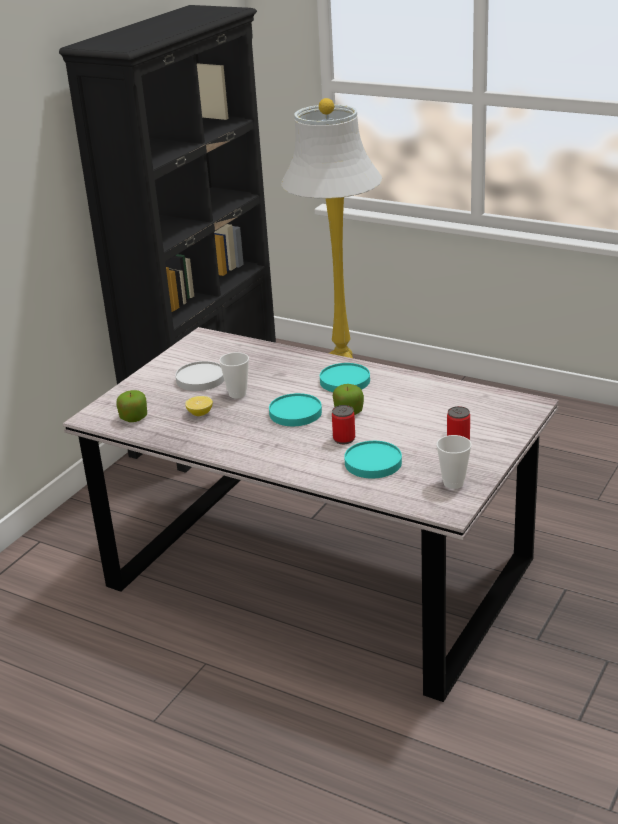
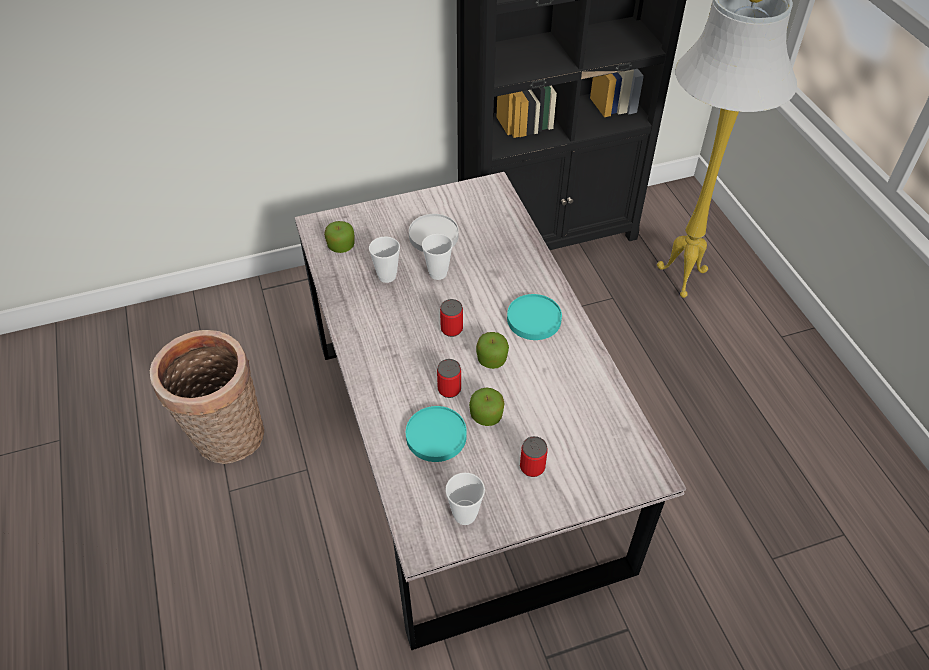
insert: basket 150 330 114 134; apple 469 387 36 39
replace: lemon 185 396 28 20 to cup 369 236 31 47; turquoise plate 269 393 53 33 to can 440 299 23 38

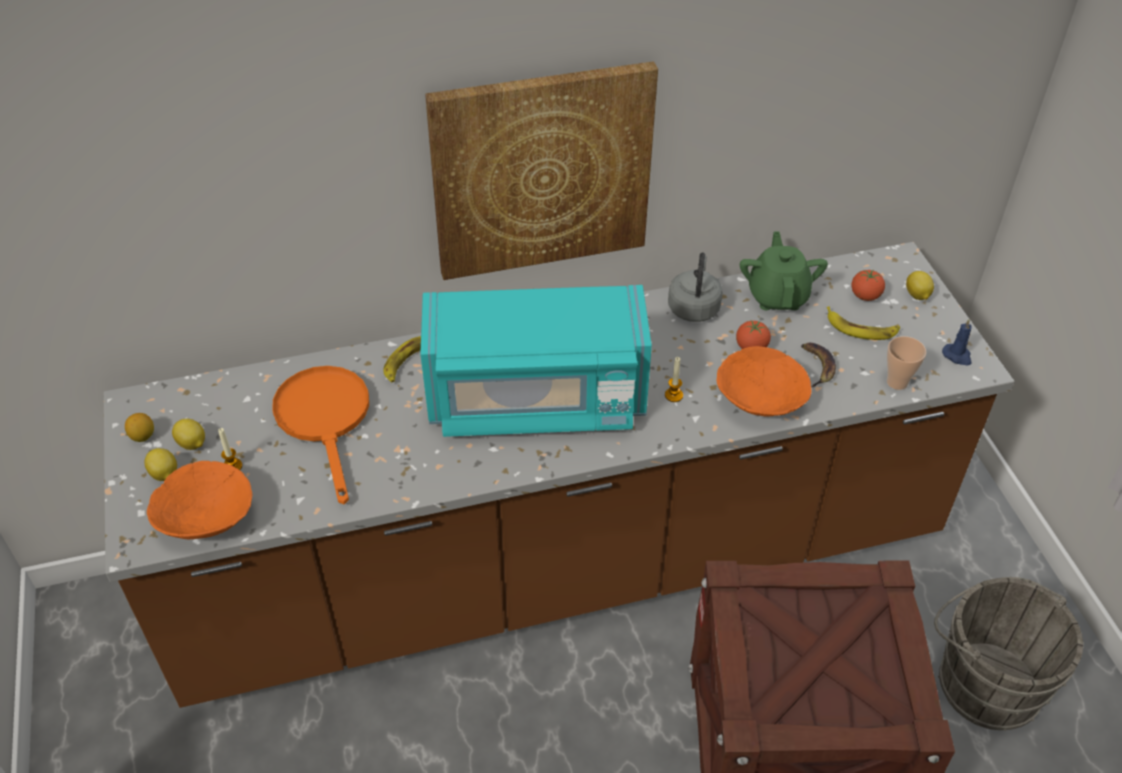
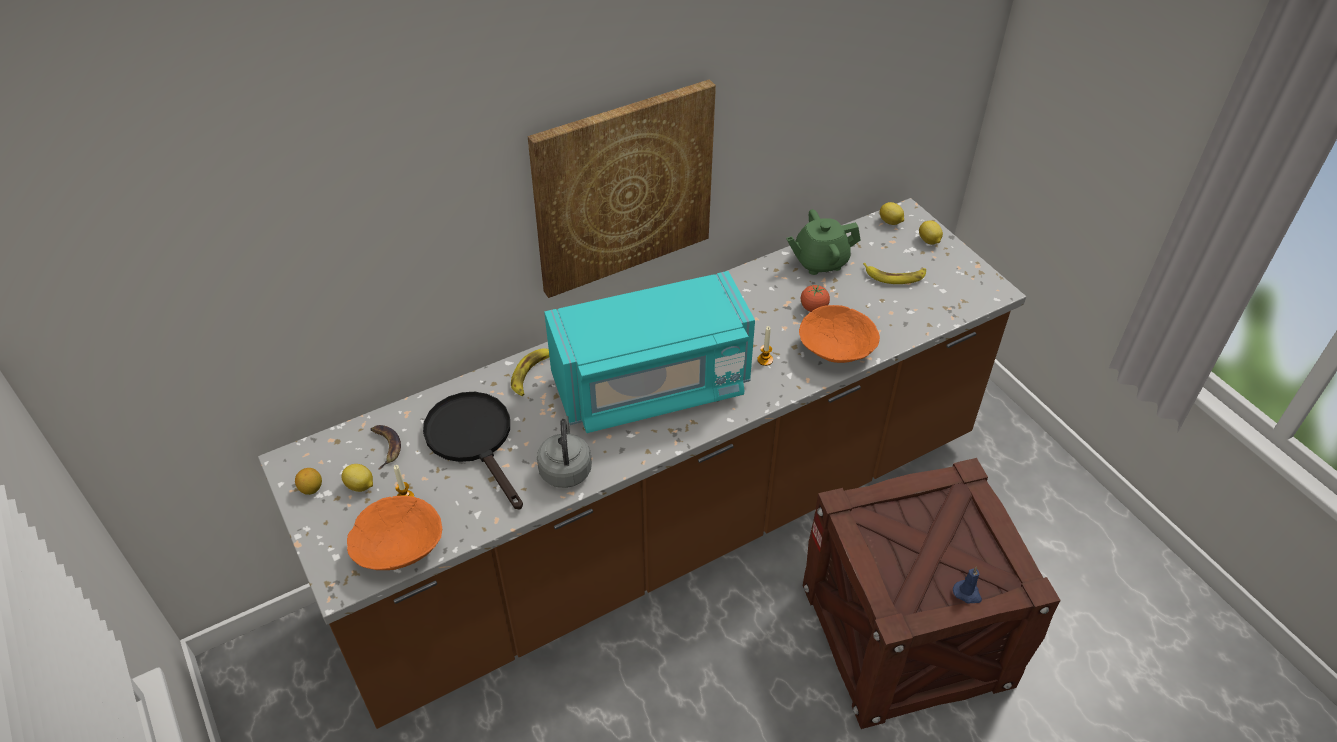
delete: tomato 851 270 34 31; cup 887 336 39 54; grey bucket 934 577 149 154
move: banana 801 343 35 44 to 370 425 31 44; grey kettle 668 252 55 70 to 537 416 55 72; lemon 144 448 33 33 to 880 202 24 23; blue candle 942 319 30 46 to 953 567 29 37
recolor: orange frying pan 272 366 97 139 to black frying pan 423 392 100 118
rotate: green teapot 740 231 88 79 = 786 209 75 66 90 degrees counterclockwise

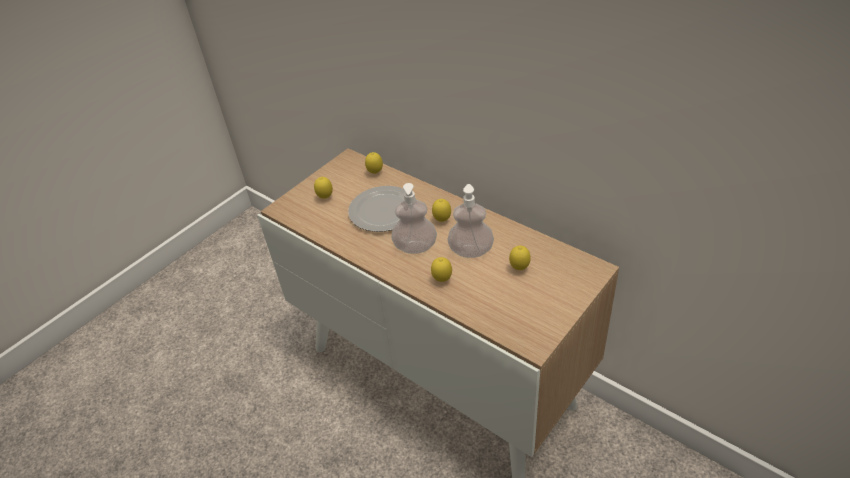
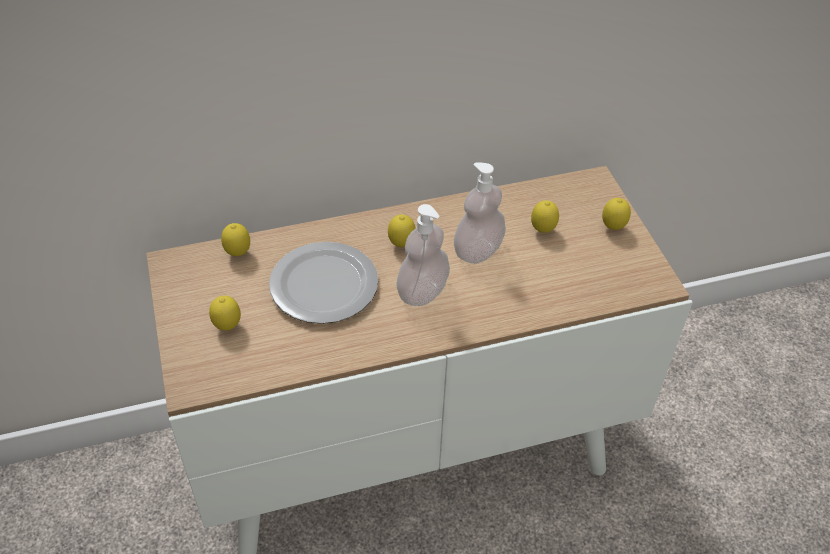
move: lemon 431 257 21 25 to 602 198 29 32

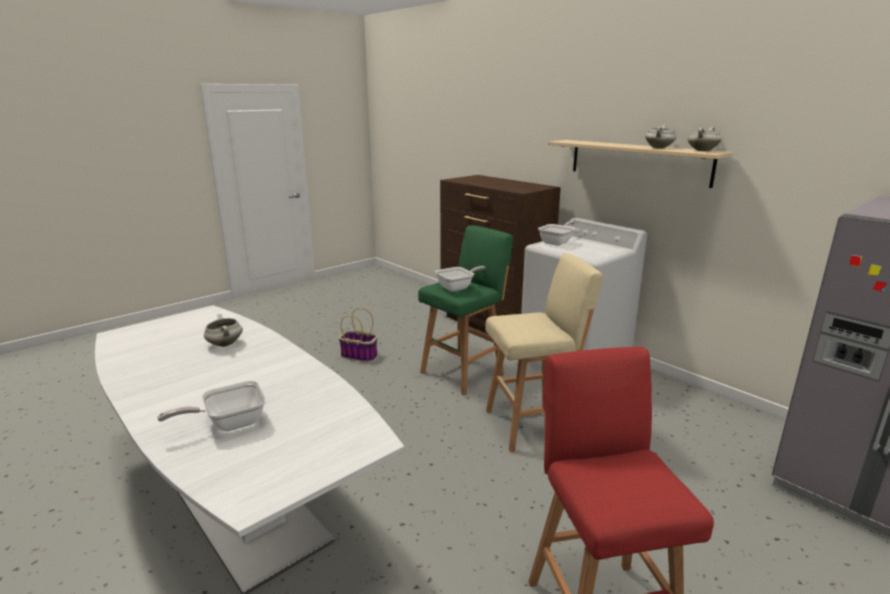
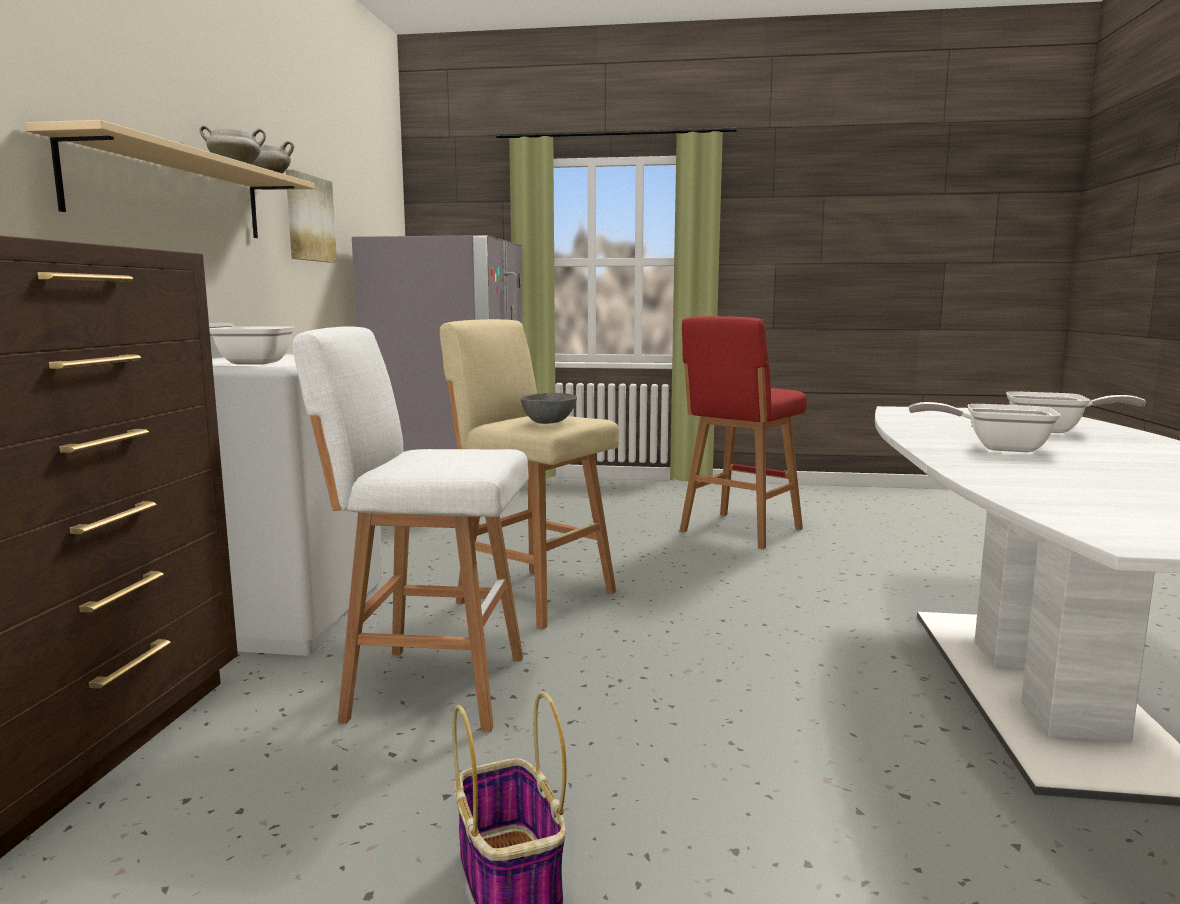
delete: white cooking pot 204 313 39 34
insert: picture 286 170 51 93; grey bowl 521 393 56 31
move: frying pan 435 266 51 25 to 909 402 152 50
recolor: green stool 418 225 95 171 to white stool 292 326 237 406

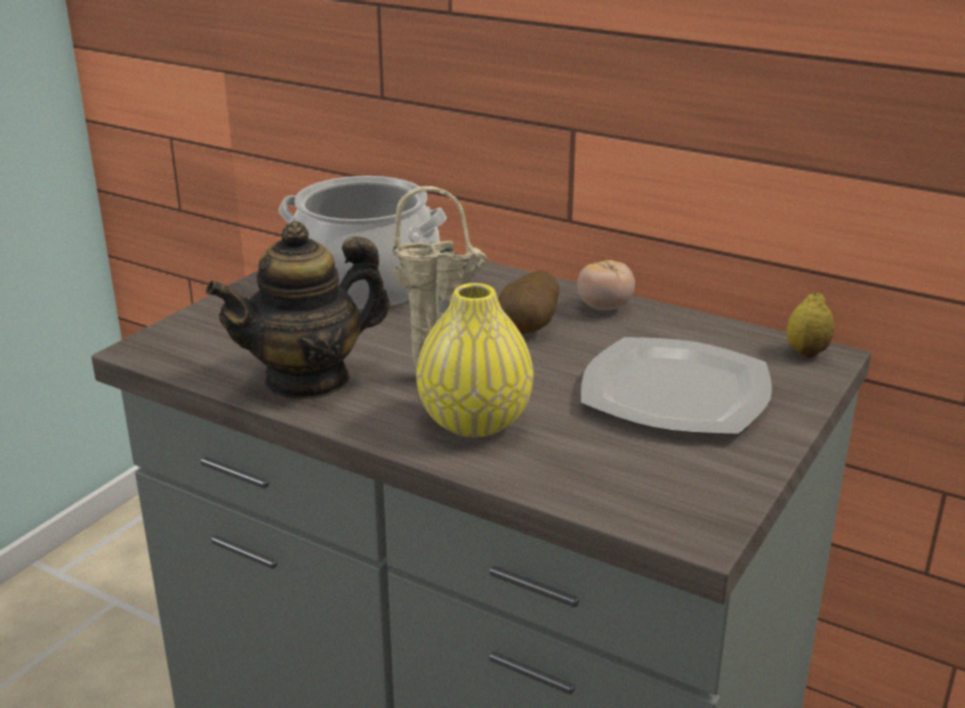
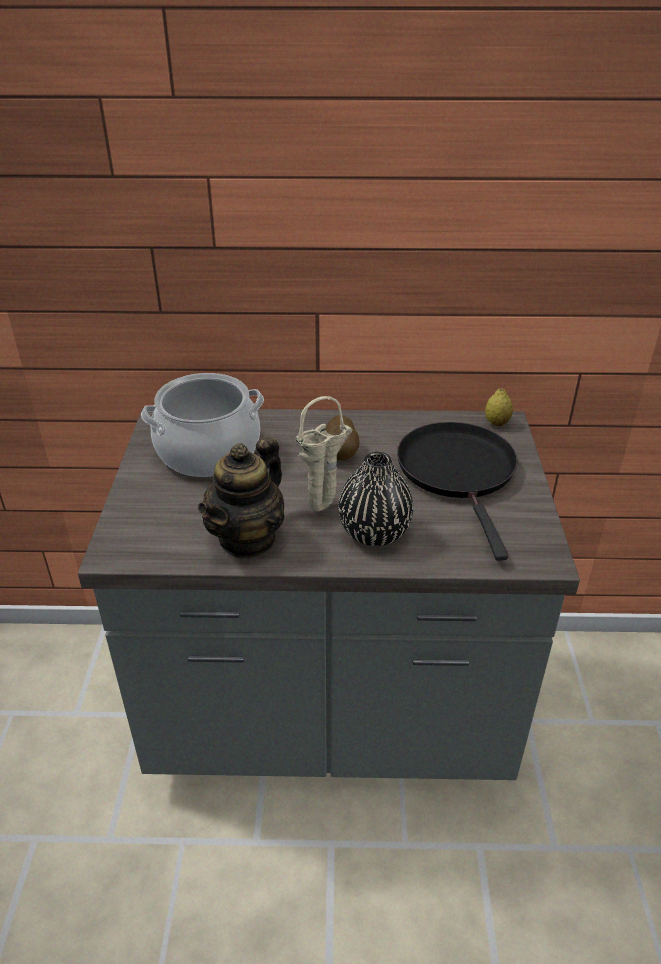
delete: tomato 577 260 58 51
replace: plate 581 337 191 98 to black frying pan 397 422 121 139
recolor: yellow vase 416 283 118 154 to black vase 338 452 75 94

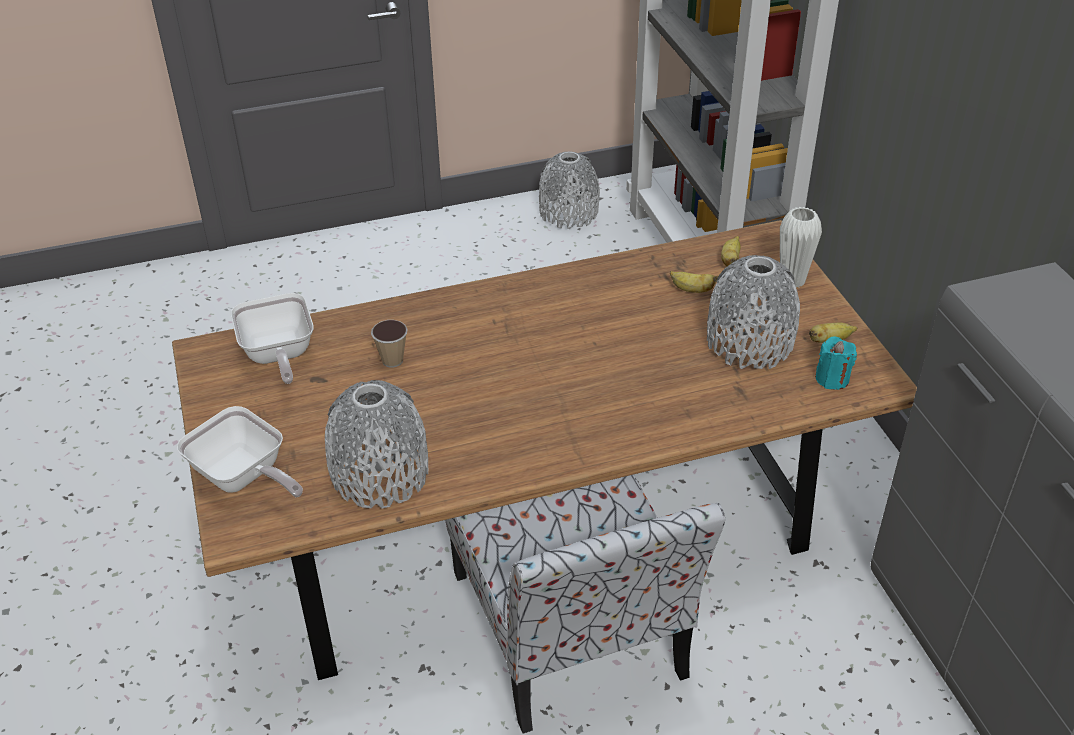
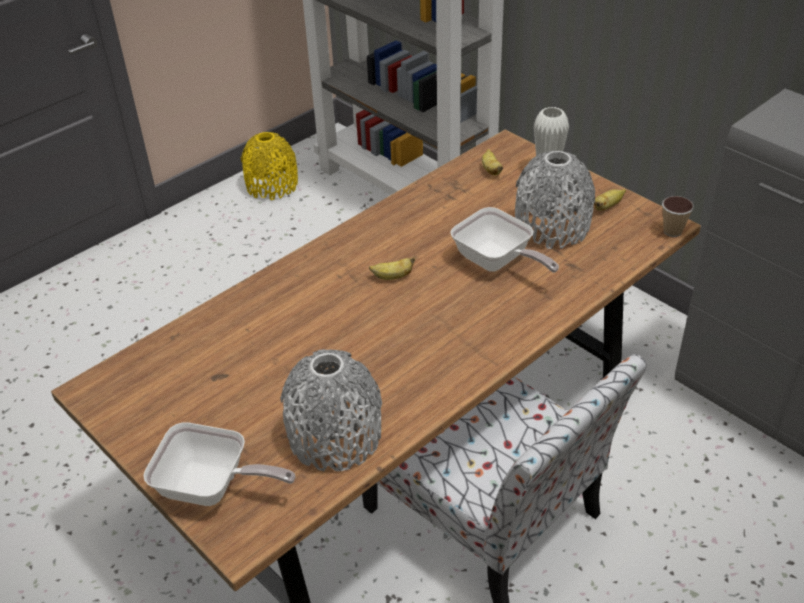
delete: turquoise candle 815 336 42 54
move: banana 670 271 48 22 to 369 257 46 23; frying pan 231 293 83 91 to 450 207 109 66; cup 371 320 36 48 to 662 196 32 41
recolor: grey vase 539 152 61 77 to yellow vase 241 132 57 68

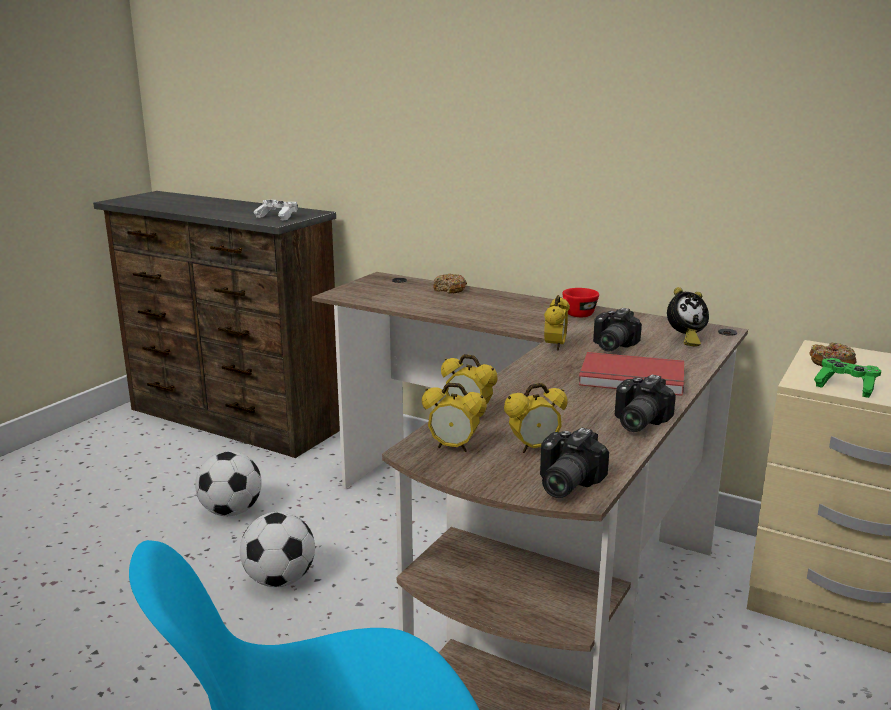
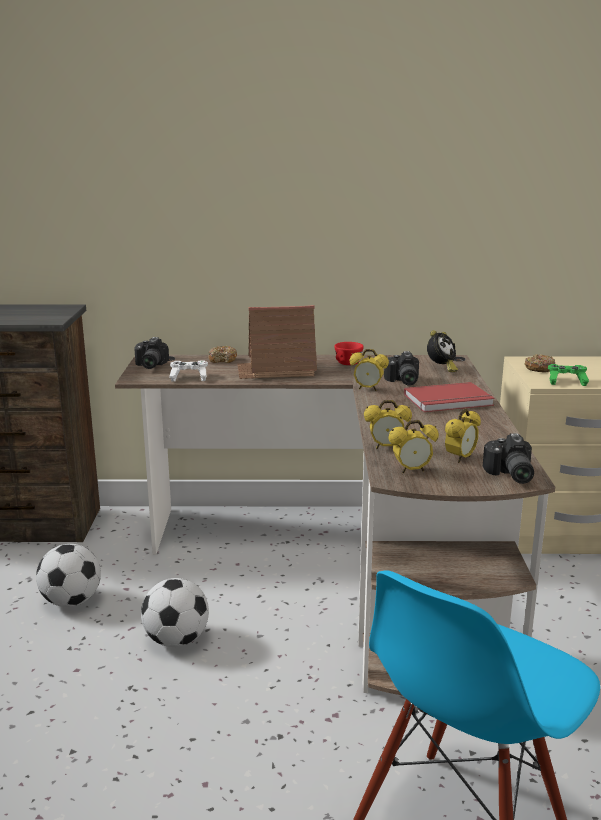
insert: toy house 237 305 80 74
move: photo camera 615 375 61 57 to 134 337 35 32; white game controller 254 200 44 21 to 169 360 39 22
rotate: alarm clock 544 295 26 56 = 350 349 39 42 120 degrees clockwise

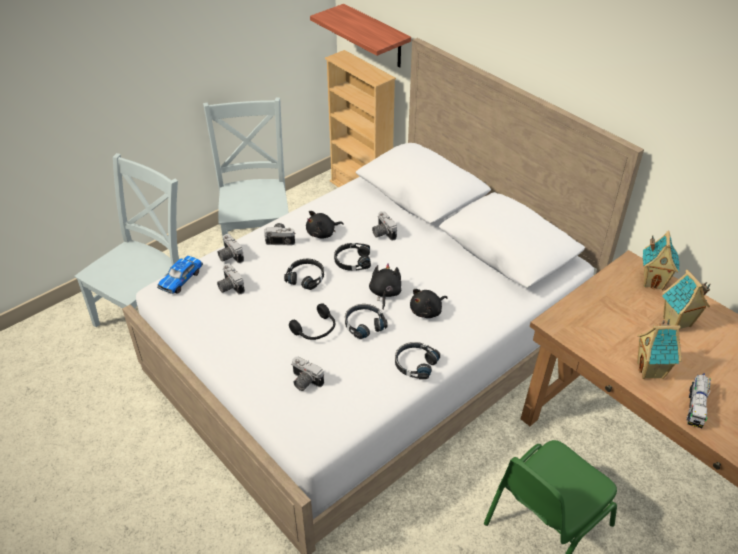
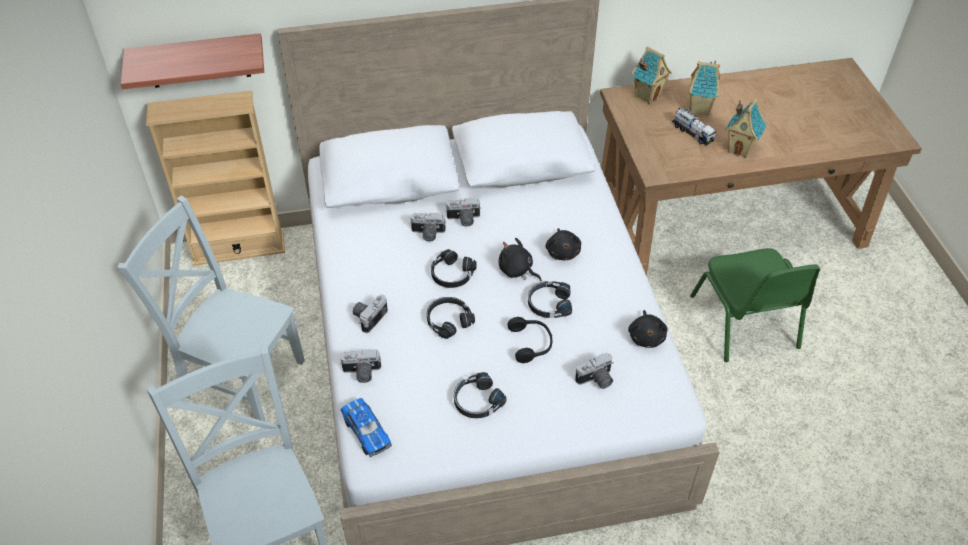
move: photo camera 217 263 28 31 to 446 198 35 29; black headphones 395 342 45 38 to 454 372 53 47; black plush toy 306 211 38 27 to 628 310 39 38; toy truck 687 373 24 55 to 672 107 44 38

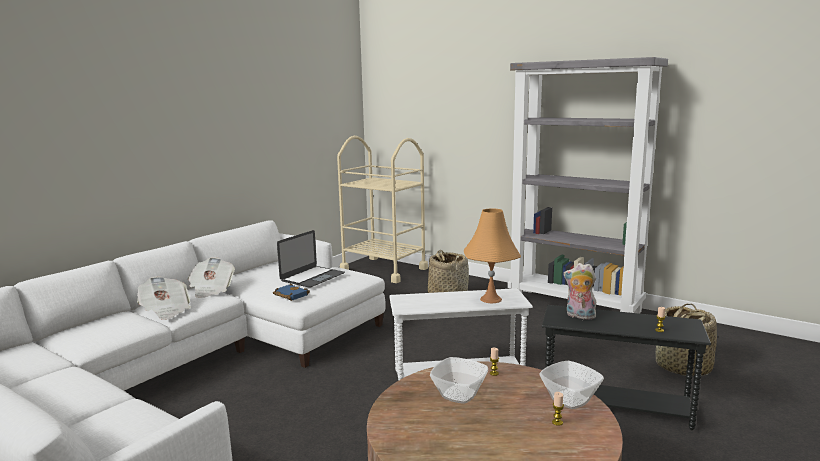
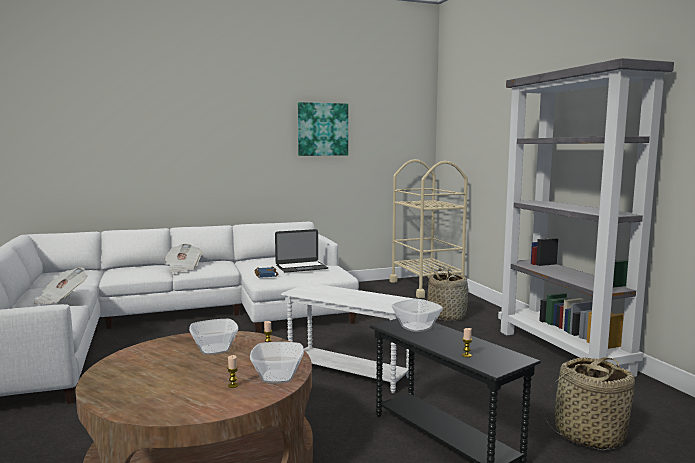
delete: orange table lamp 464 208 57 95
insert: picture 298 102 50 54
move: newspaper 188 257 47 41 to 34 267 53 37
replace: plush toy 563 263 33 57 to bowl 392 299 51 33

